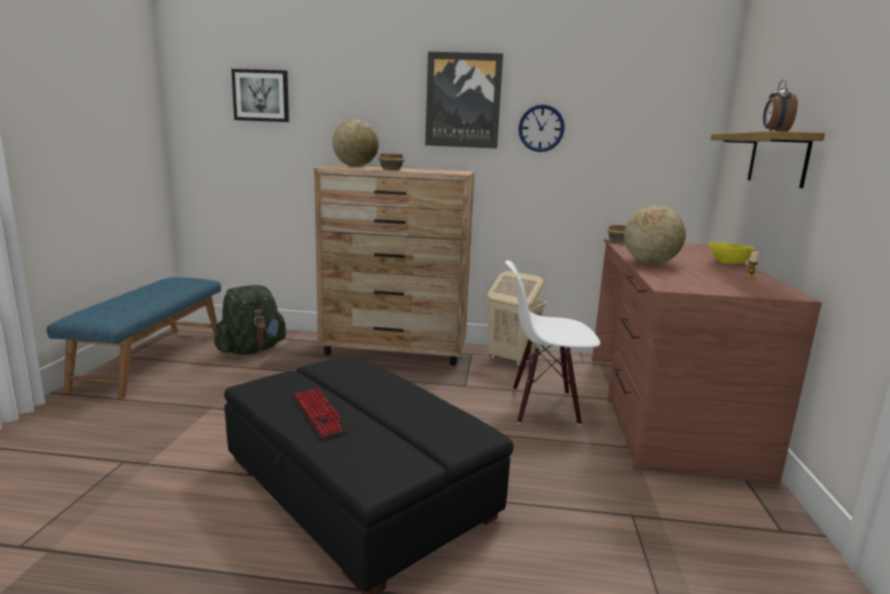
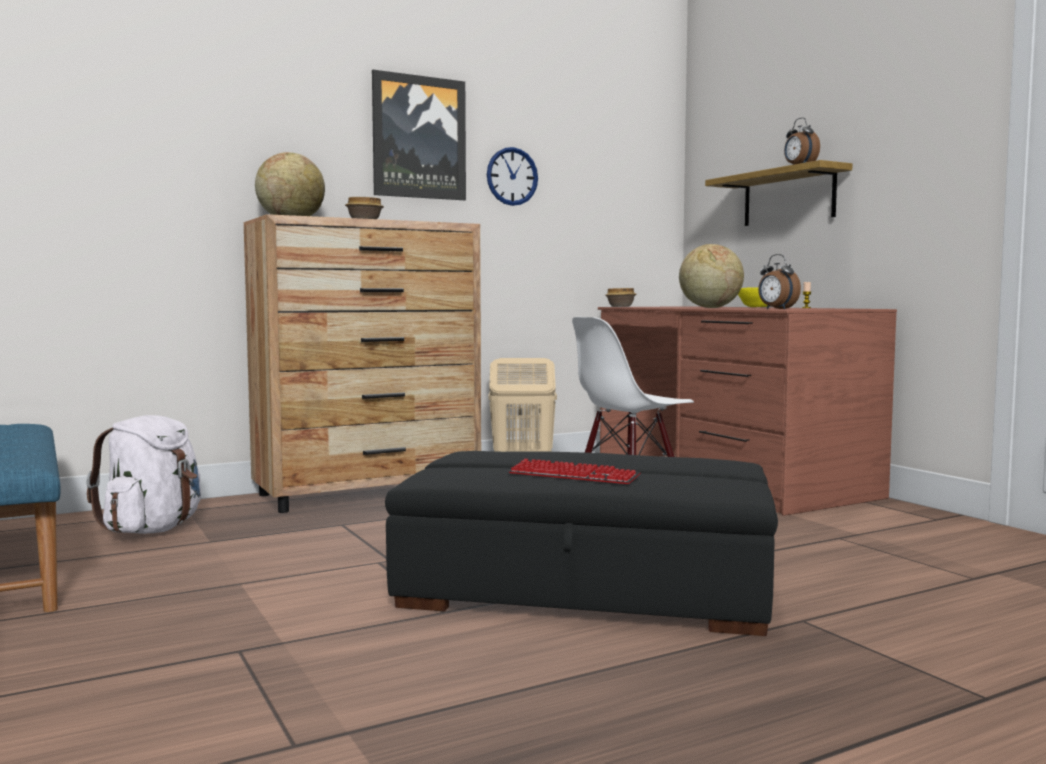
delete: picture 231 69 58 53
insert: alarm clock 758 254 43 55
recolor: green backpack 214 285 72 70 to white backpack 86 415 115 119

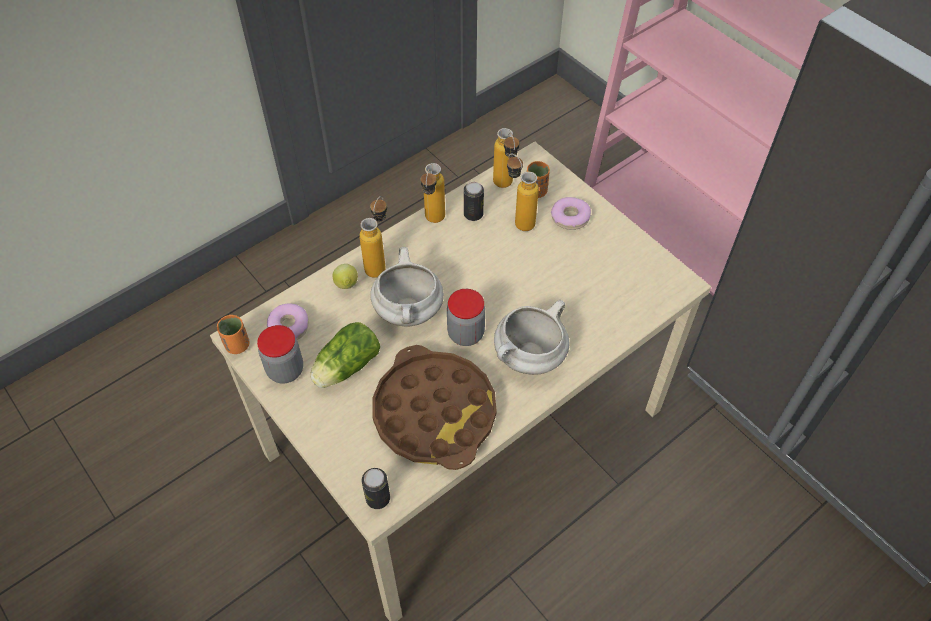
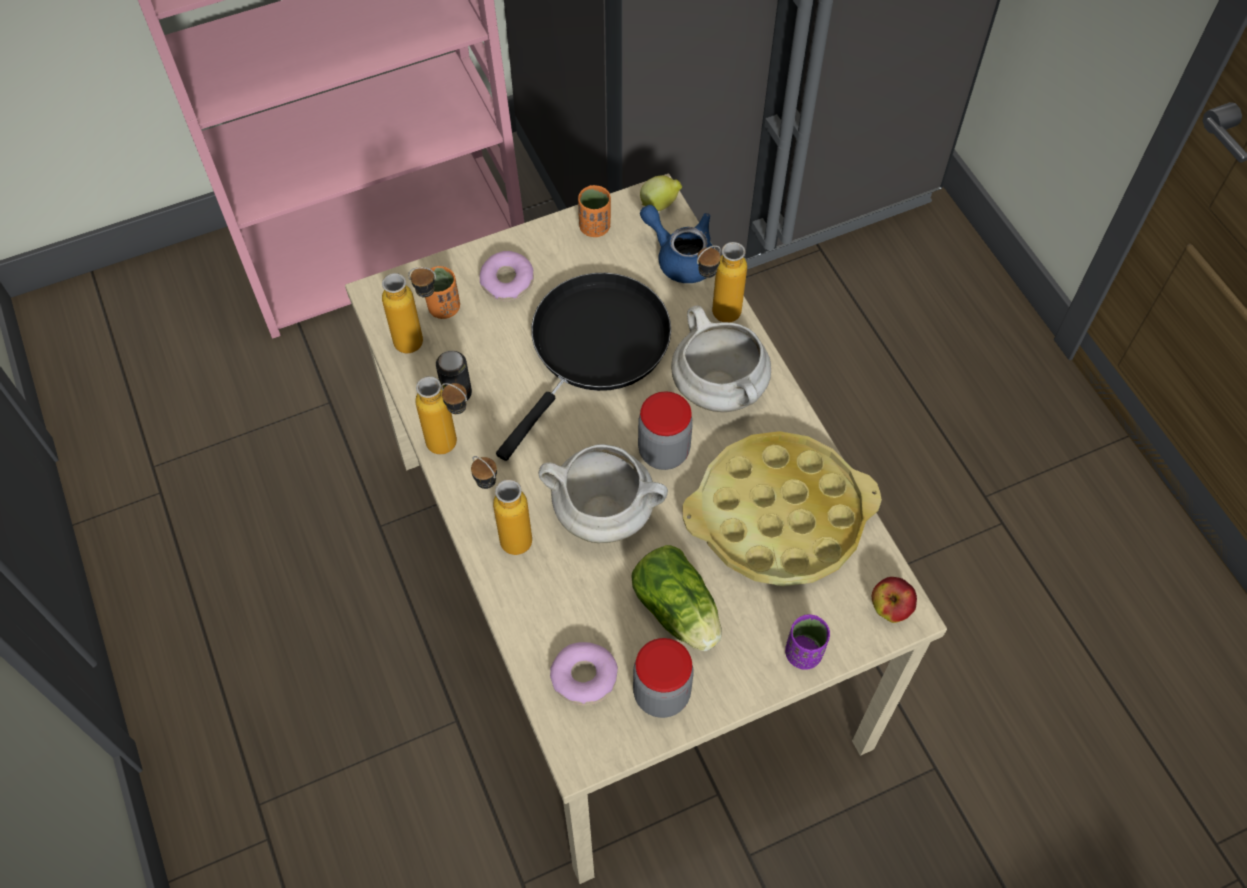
insert: black frying pan 496 273 175 188; blue teapot 640 205 74 78; purple cup 785 614 45 56
move: orange cup 217 315 33 39 to 578 185 33 52; lemon 333 264 25 25 to 640 175 42 36; bottle 507 154 32 77 to 697 242 50 80
replace: can 362 468 28 41 to apple 872 577 45 46
recolor: brown tray 372 345 125 125 to yellow tray 683 431 199 155

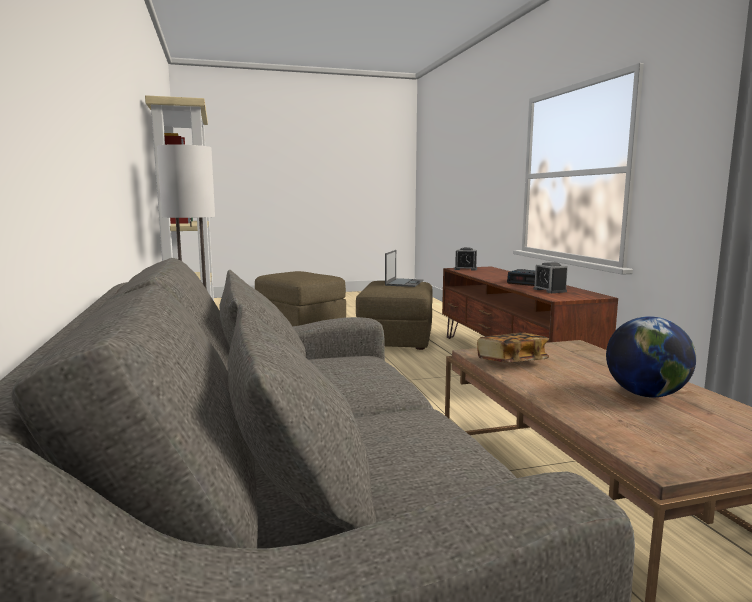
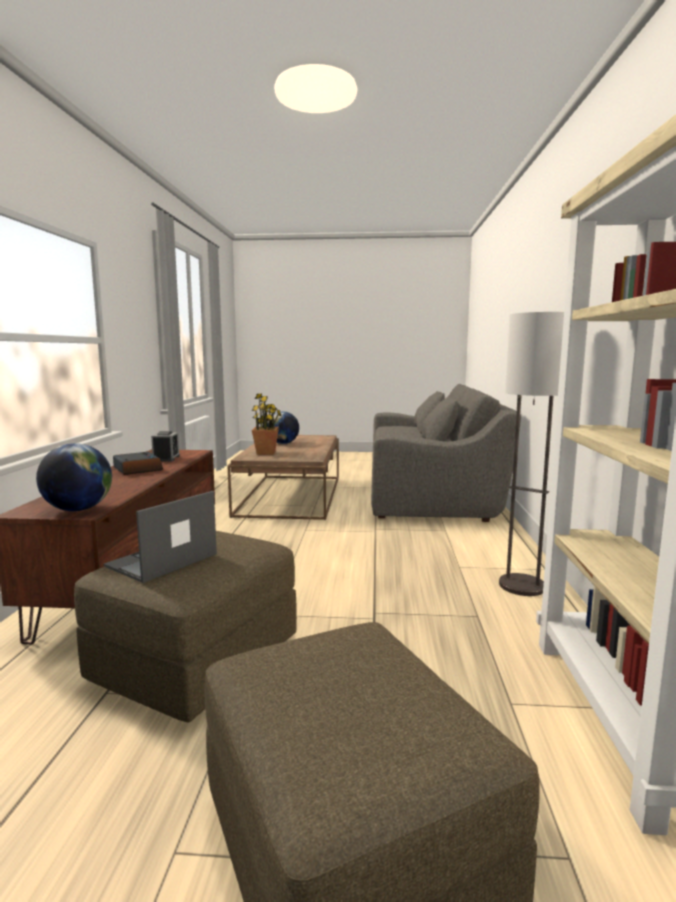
delete: book 477 333 72 29
insert: potted plant 252 393 29 62
replace: alarm clock 454 247 23 24 to globe 36 443 76 68

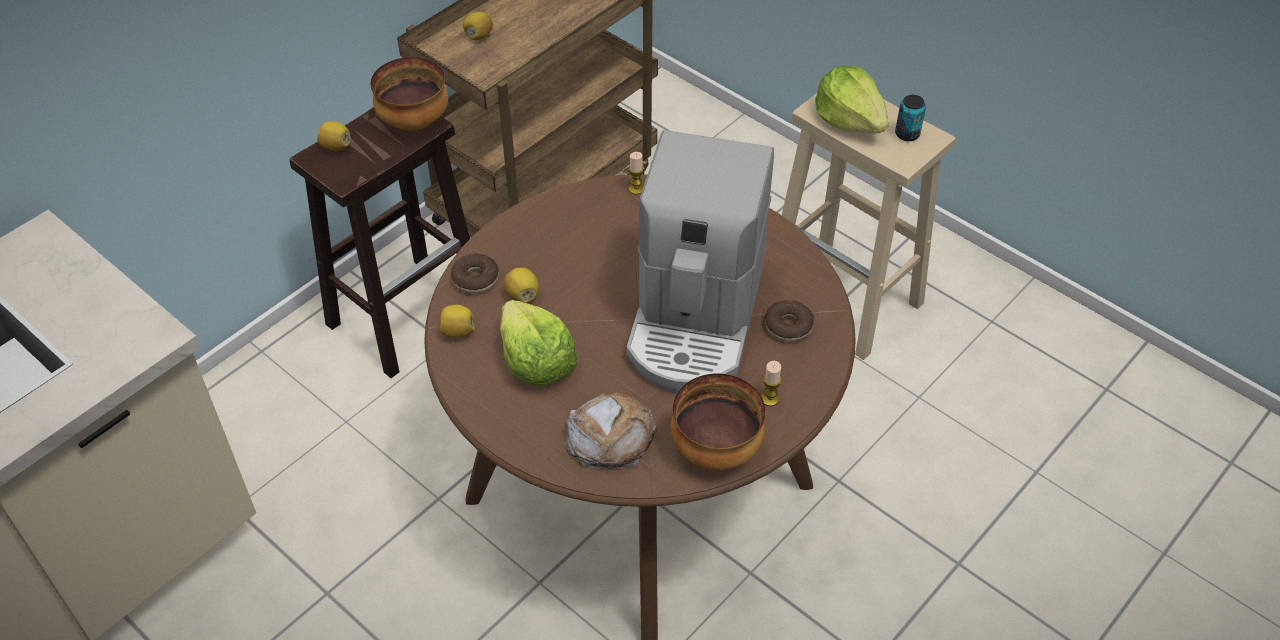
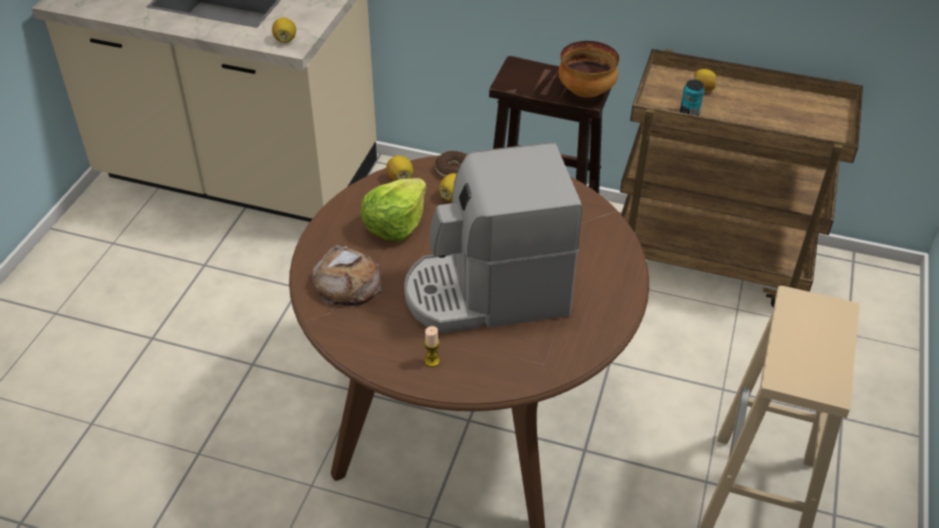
delete: candle 628 152 16 43; bowl 671 373 95 97; donut 765 300 49 42; lettuce 815 66 74 67
move: lemon 317 121 34 30 to 272 18 24 25; can 895 95 31 46 to 680 80 25 36

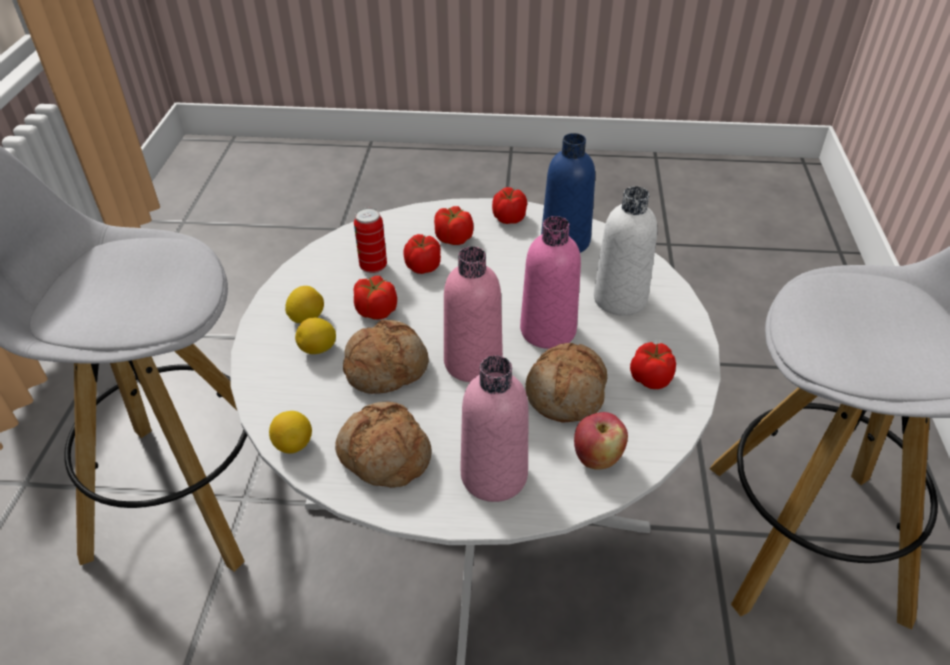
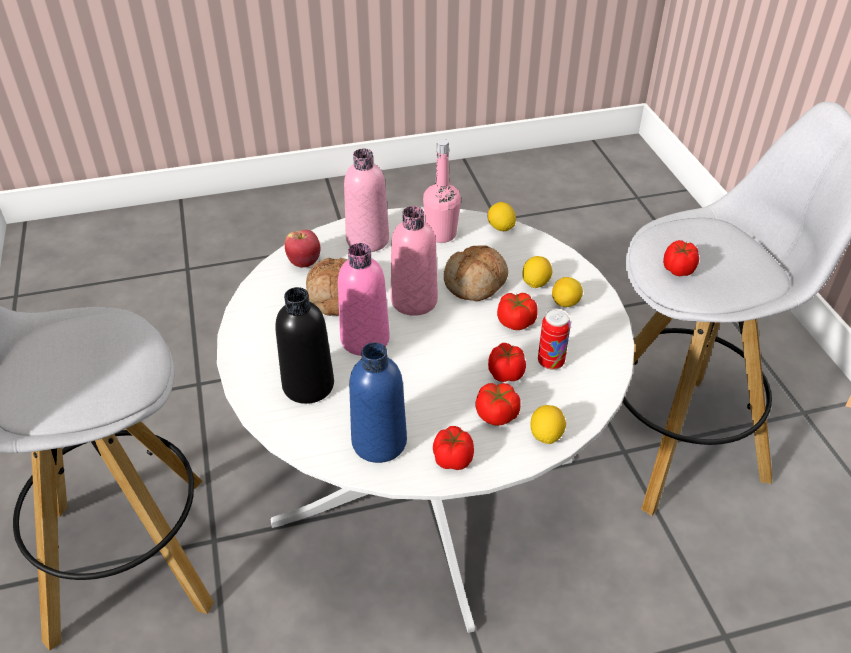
insert: lemon 531 405 35 39
move: tomato 630 342 46 47 to 663 240 36 36
replace: bread 335 402 97 86 to pink bottle 423 139 38 104
recolor: white bottle 594 186 63 130 to black bottle 275 287 59 117

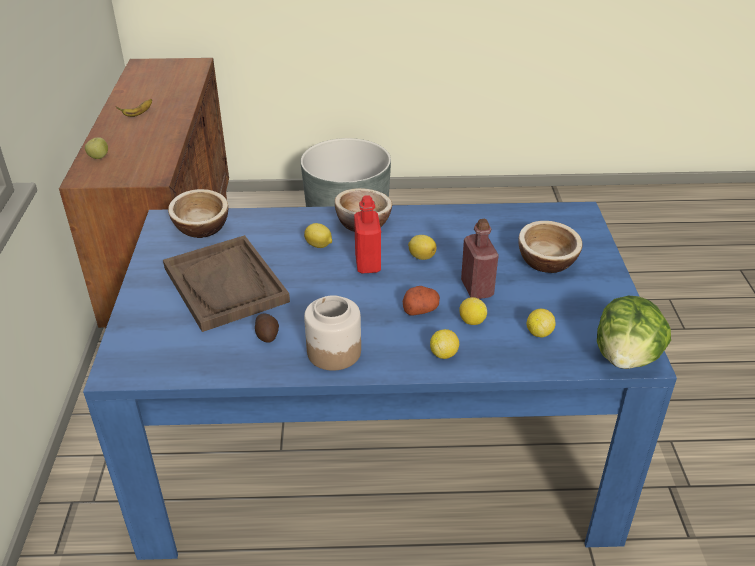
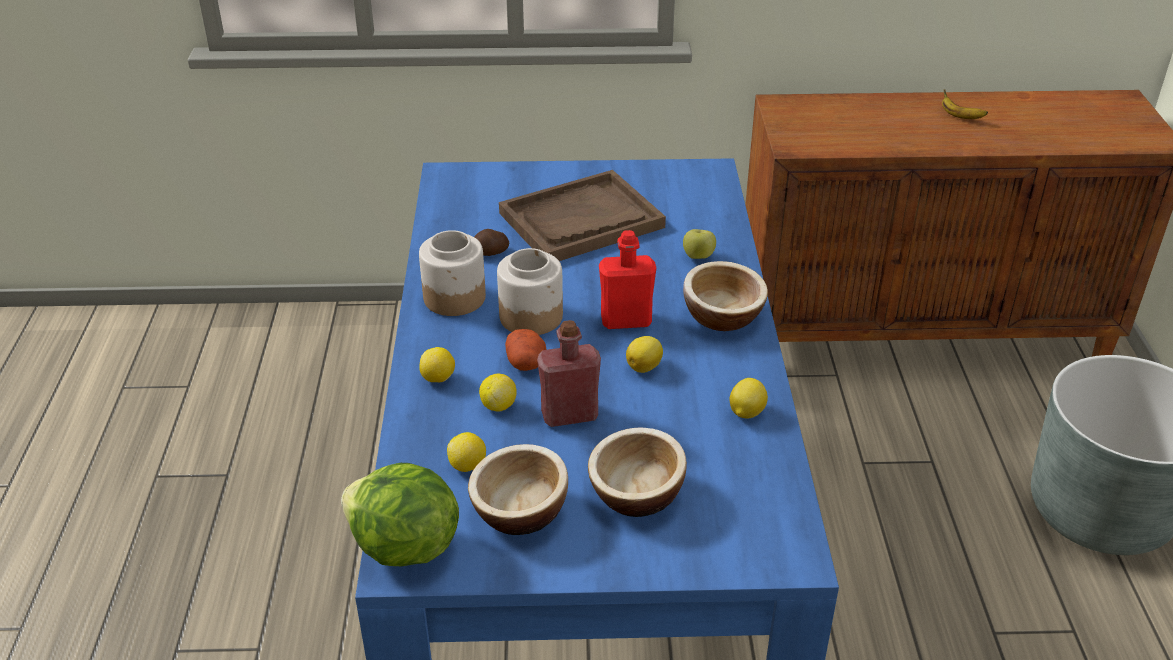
insert: jar 497 248 66 87
move: bowl 168 189 60 49 to 468 444 100 91; apple 85 137 23 22 to 683 229 33 30; lemon 304 223 28 25 to 729 378 39 41

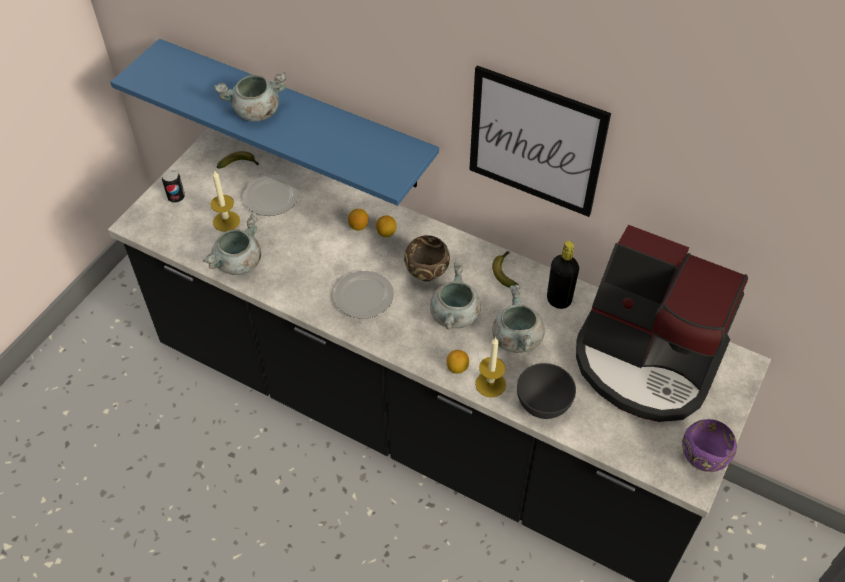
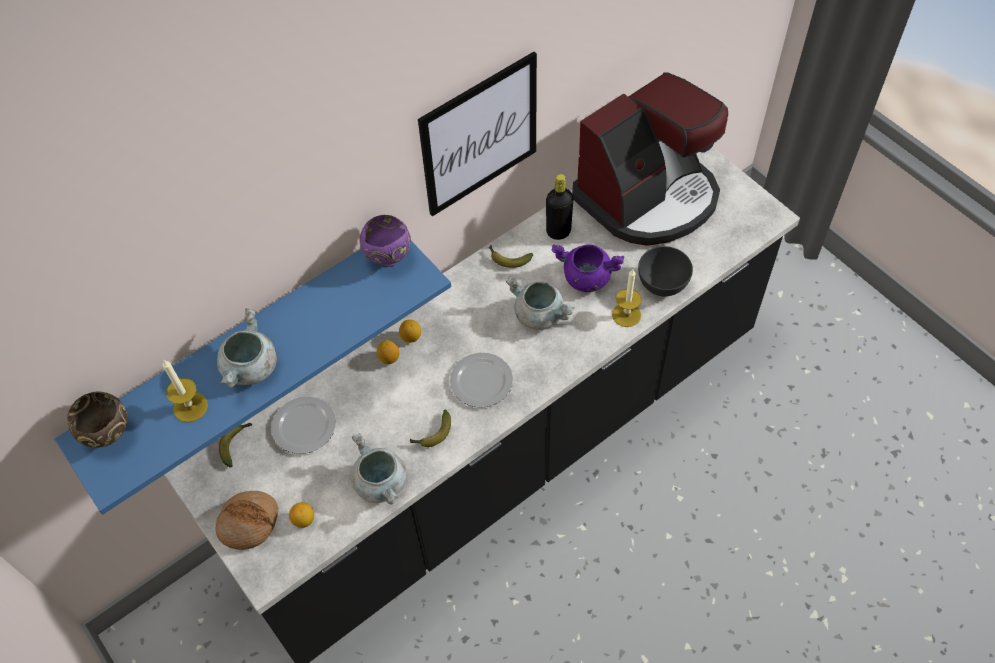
insert: banana 410 410 41 37
move: brown bowl 404 235 46 47 to 67 391 60 57; candle 211 170 29 62 to 163 360 45 62; lemon 446 350 23 24 to 289 502 25 26; purple bowl 682 419 55 53 to 360 215 51 52
replace: can 162 170 23 33 to bread 215 491 63 59
recolor: grey cooking pot 492 285 53 68 to purple cooking pot 551 244 73 48

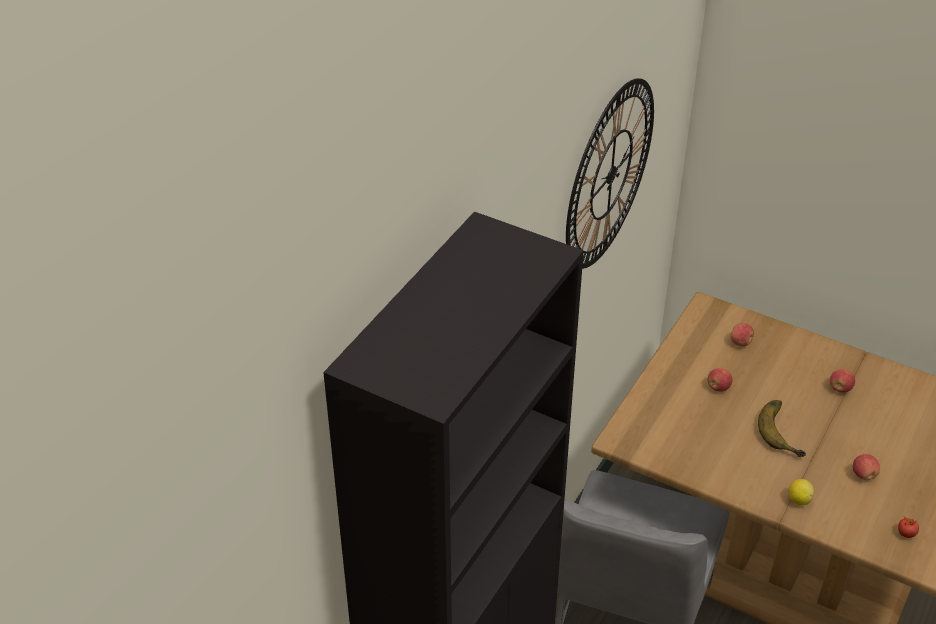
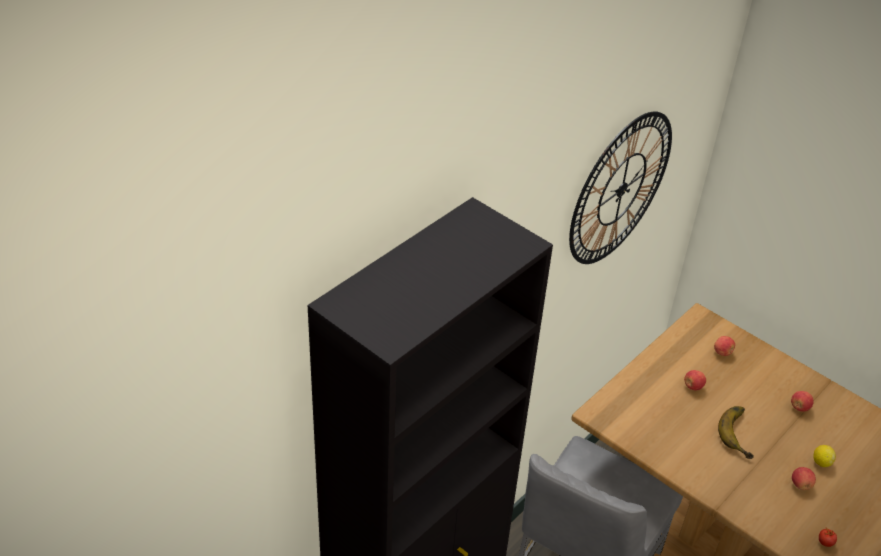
move: lemon 789 479 25 26 to 813 445 23 22

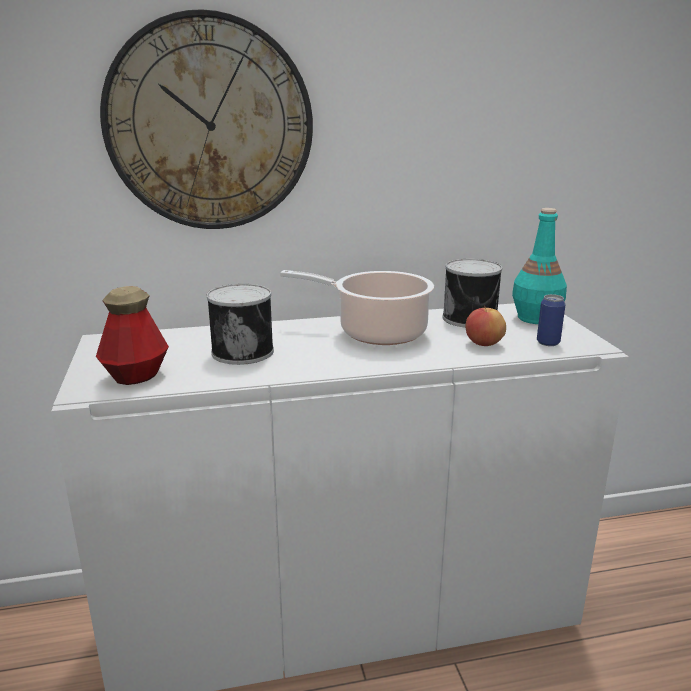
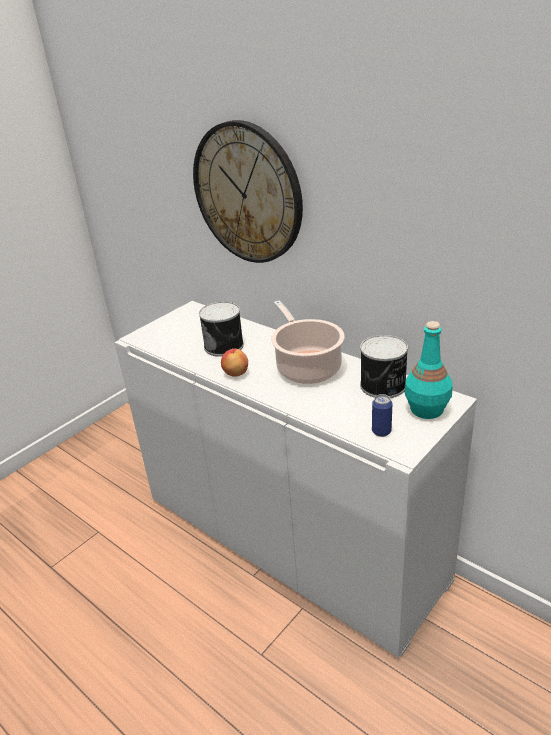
delete: bottle 96 286 73 99
move: apple 466 306 40 40 to 221 349 27 28

